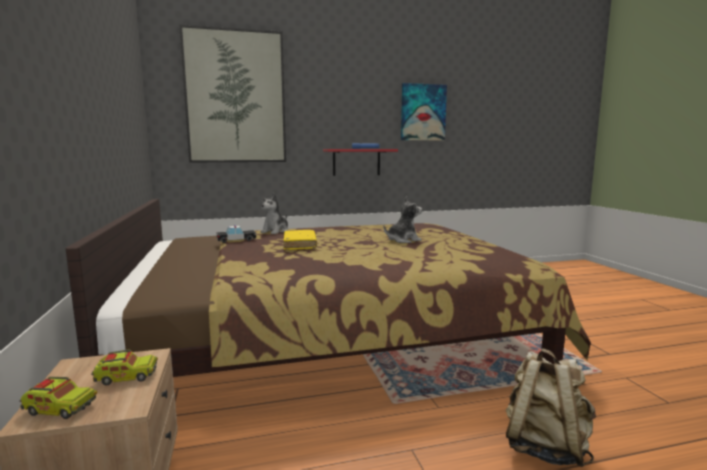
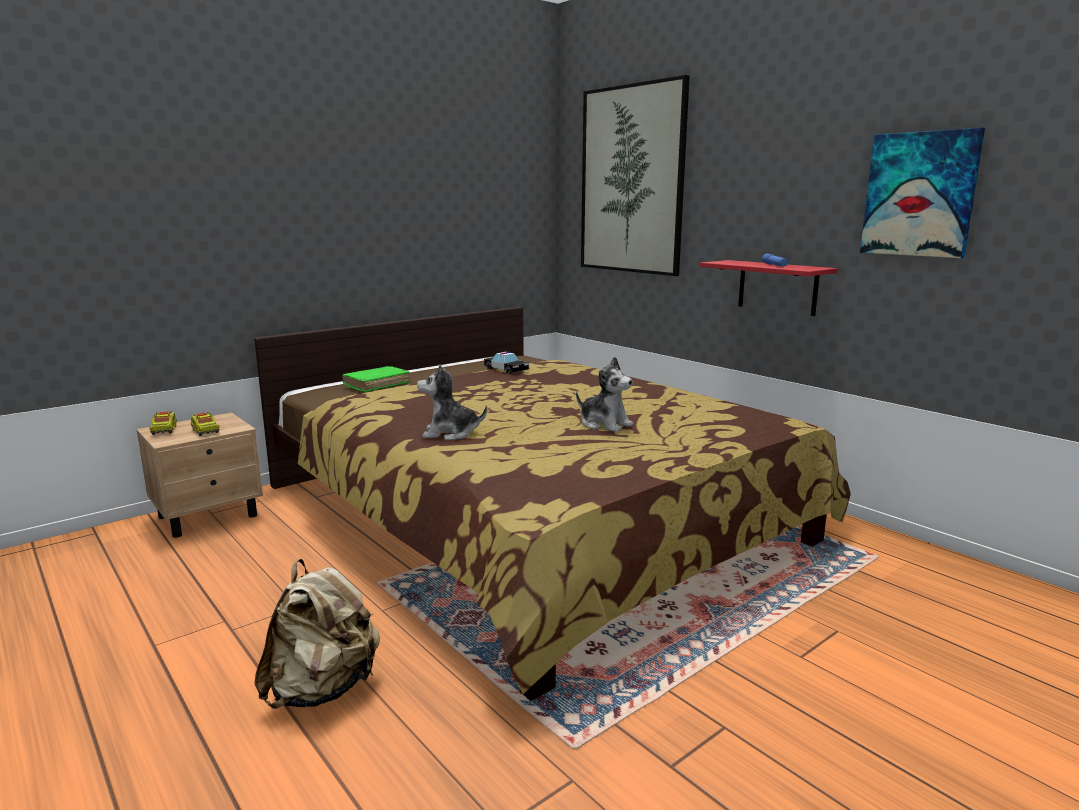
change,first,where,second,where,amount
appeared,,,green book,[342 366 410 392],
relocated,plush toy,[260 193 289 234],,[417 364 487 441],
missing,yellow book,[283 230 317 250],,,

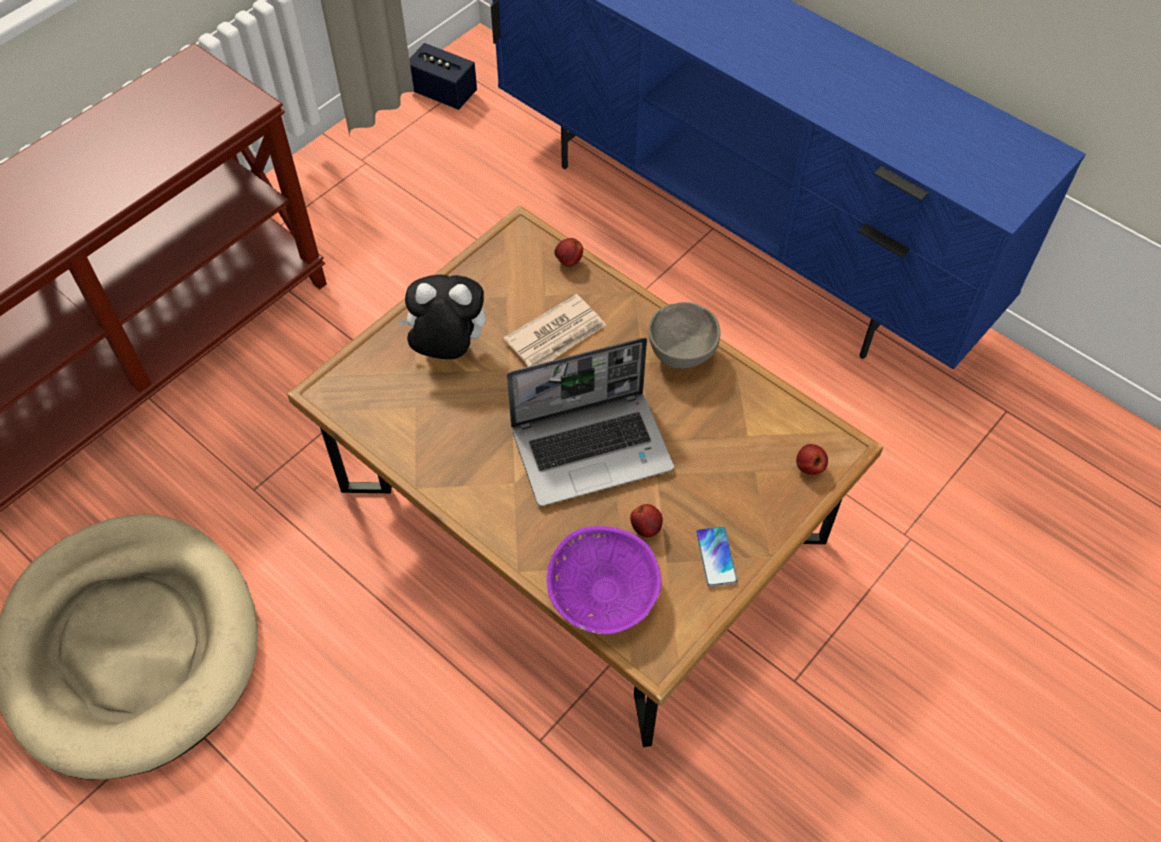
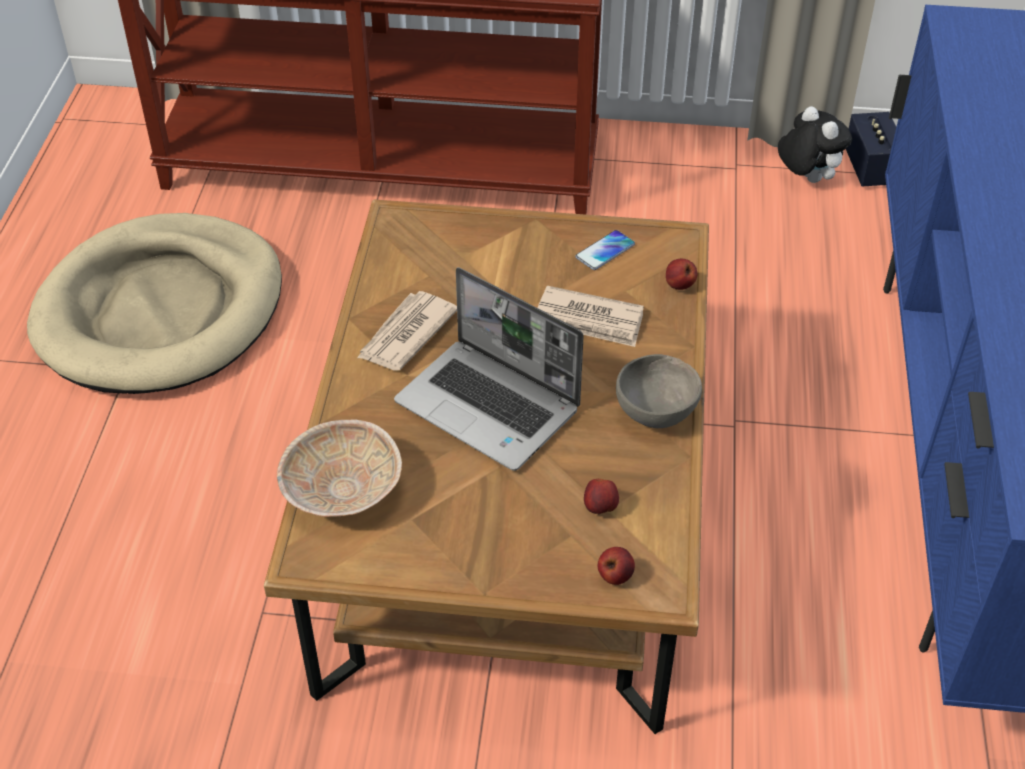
change,first,where,second,where,amount
colour,purple bowl,[547 526 661 634],beige bowl,[277 420 402 517],
appeared,,,newspaper,[357 291 457 370],
relocated,phone,[696 526 737 587],,[575 230 635 270],
relocated,apple,[630 504 663 537],,[584 479 619 514],
relocated,plush toy,[398 274 486 359],,[778 106 852 183],

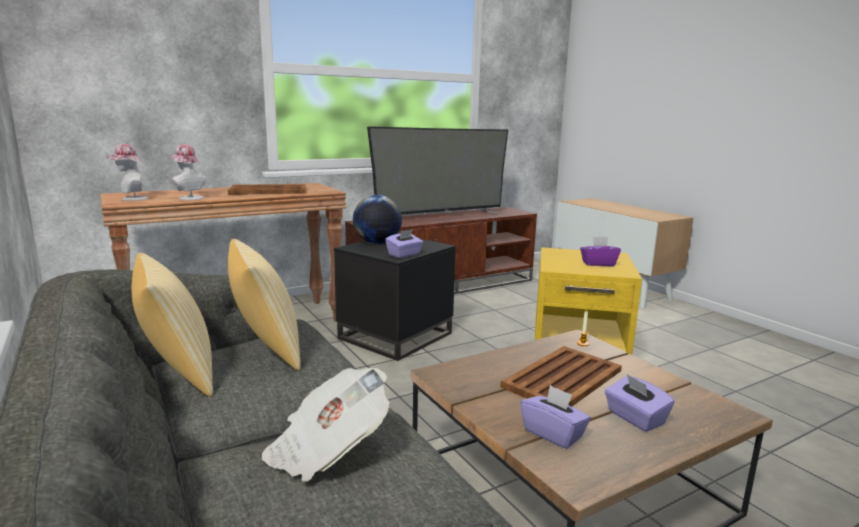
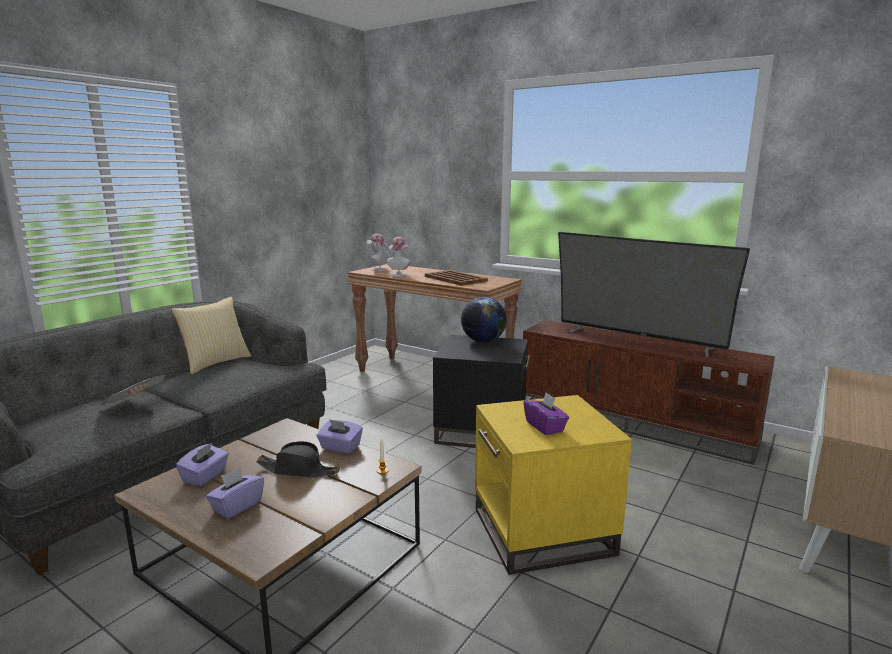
change,first,where,second,where,amount
exchanged,brown tray,[501 346 622 406],black hat,[256 441 340 478],
relocated,purple tissue box,[385 229 423 258],,[317 419 363 454],
missing,pillow,[228 239 301 371],,,

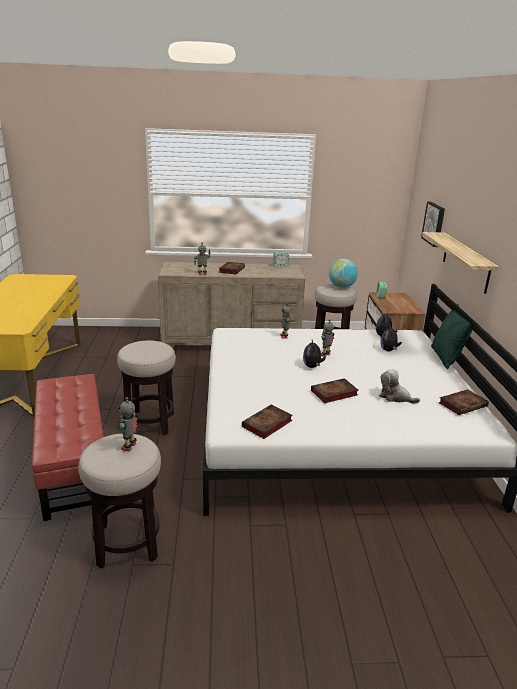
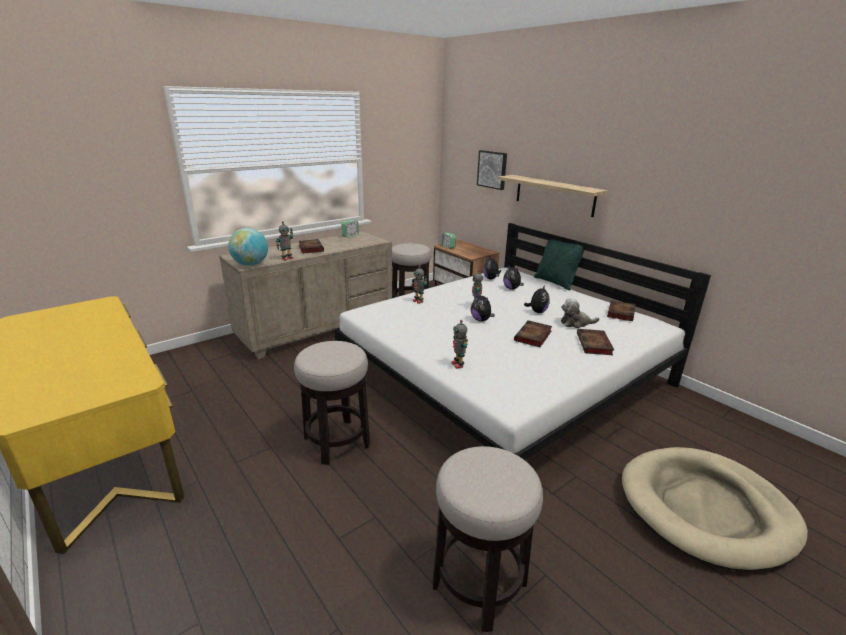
change,first,where,second,where,amount
relocated,globe,[329 259 358 288],,[228 228 268 266],
relocated,toy robot,[118 397 138 451],,[451 320 468 369],
appeared,,,plush toy,[524 285 549 313],
relocated,book,[242 405 293 439],,[577 329 614 355],
appeared,,,beige dog bed,[622 447 808 571],
missing,red ottoman,[32 374 109 521],,,

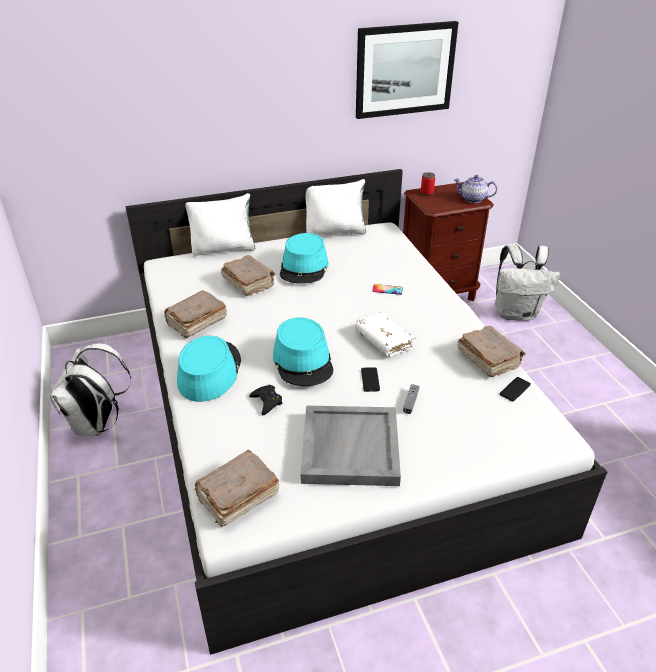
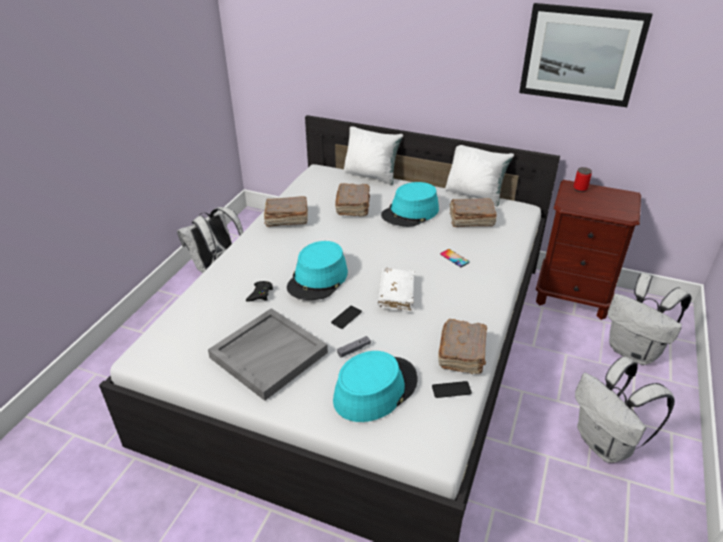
change,first,where,second,where,amount
relocated,turquoise hat,[177 336 241 402],,[333 351 417 422],
relocated,brown book,[194 450 279 527],,[449 198 497 227],
appeared,,,white backpack,[575 357 675 463],
missing,teapot,[454 175 497 203],,,

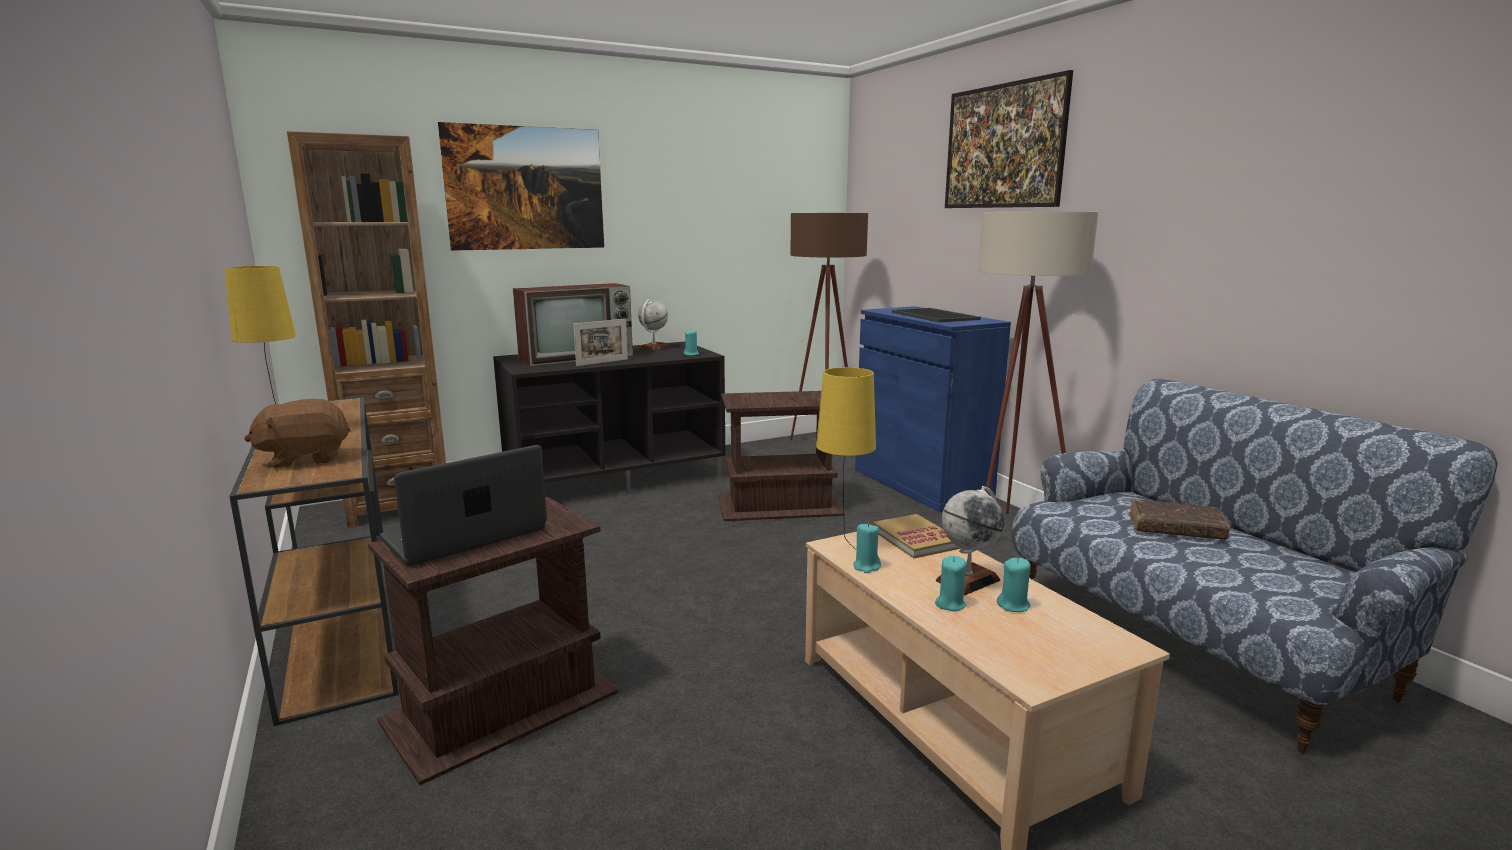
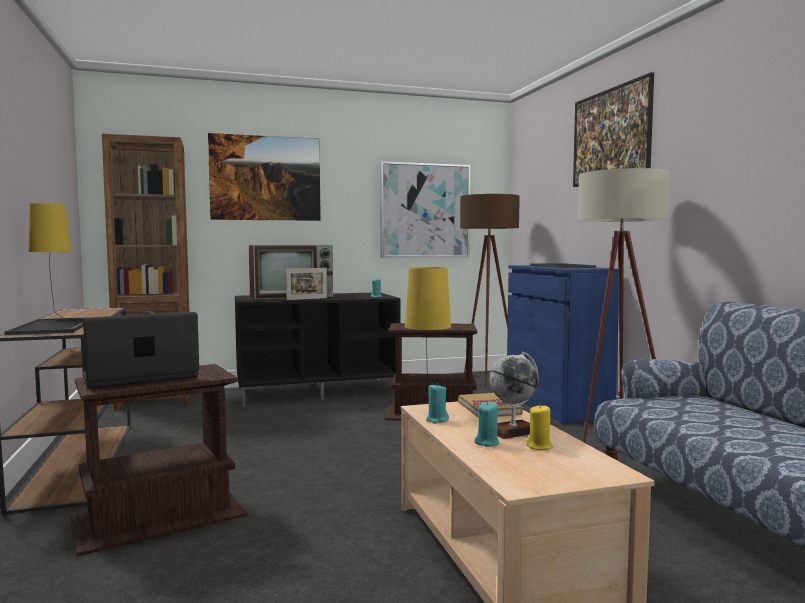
change,first,where,second,where,amount
exchanged,brown plush toy,[244 399 351 469],tray,[5 317 90 335],
appeared,,,picture,[380 161 470 258],
colour,turquoise candle,[997 558 1031 612],yellow candle,[526 404 553 450],
missing,globe,[638 299 669 351],,,
missing,brown book,[1129 499 1230 540],,,

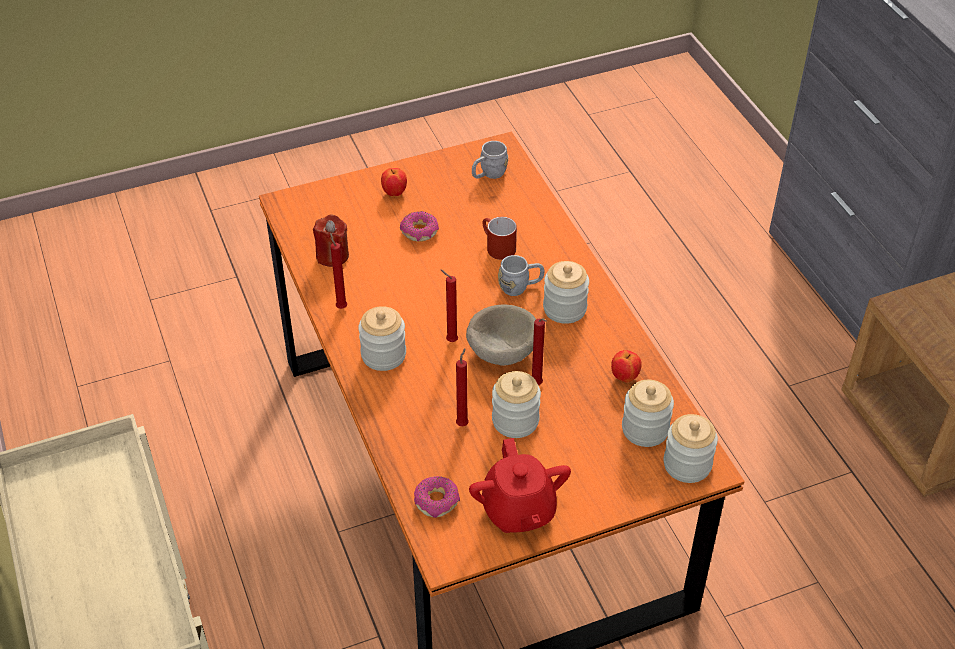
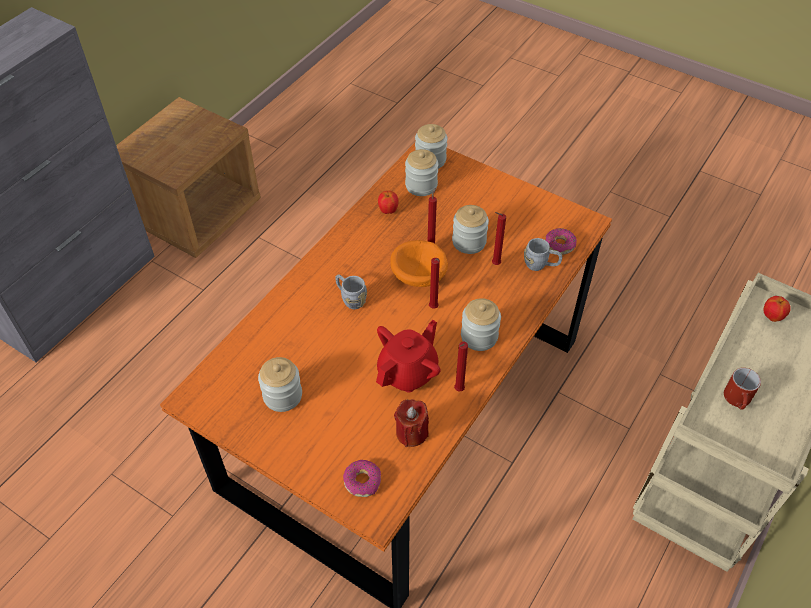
change,first,where,second,where,amount
relocated,jar,[543 261 589 324],,[258 357 302 412],
relocated,donut,[400 211 439 242],,[343 460 381 497],
relocated,red teapot,[469 438 571 533],,[376 320 441 393],
colour,beige bowl,[466 305 536 366],orange bowl,[390 240 448 287],
relocated,grey mug,[472 141 508 179],,[524 238 562 271],
relocated,red mug,[482 217 517 260],,[724 368 761 410],
relocated,apple,[381 168 407 196],,[764 296 791 322],

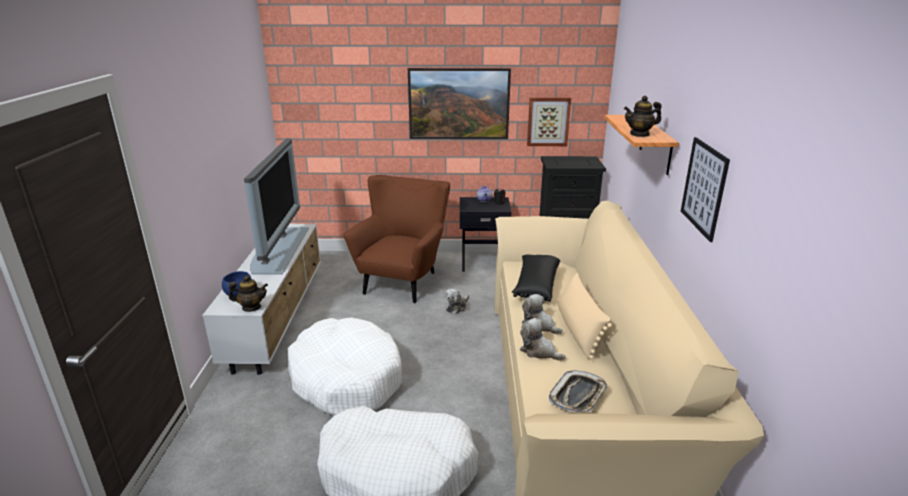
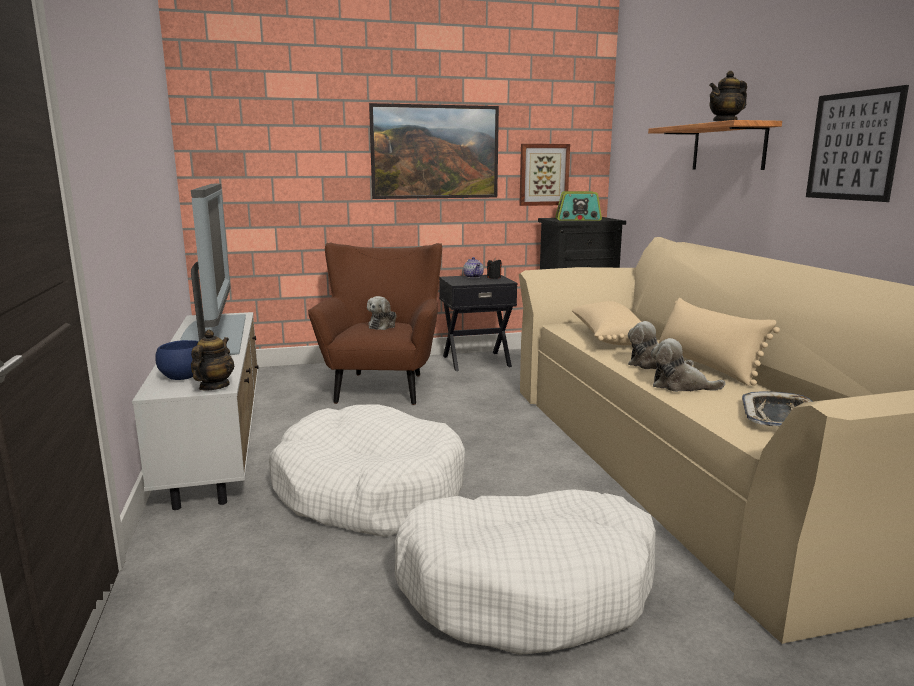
change,first,where,second,where,amount
spun,teapot,[229 276 268 312],,[191 330 234 391],60 degrees counterclockwise
relocated,plush toy,[445 289 469 314],,[367 296 396 330],
appeared,,,radio,[555 191 602 221],
colour,black pillow,[511 255 560 302],beige pillow,[571 301 641 345],

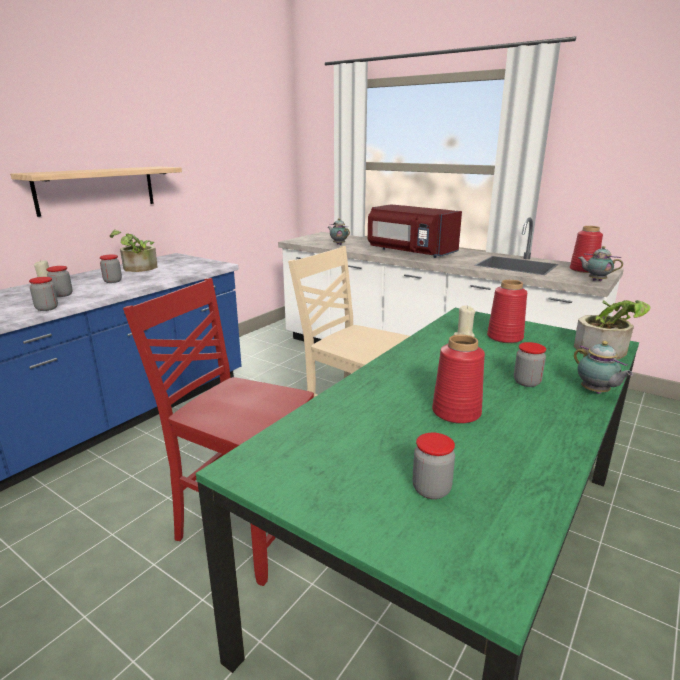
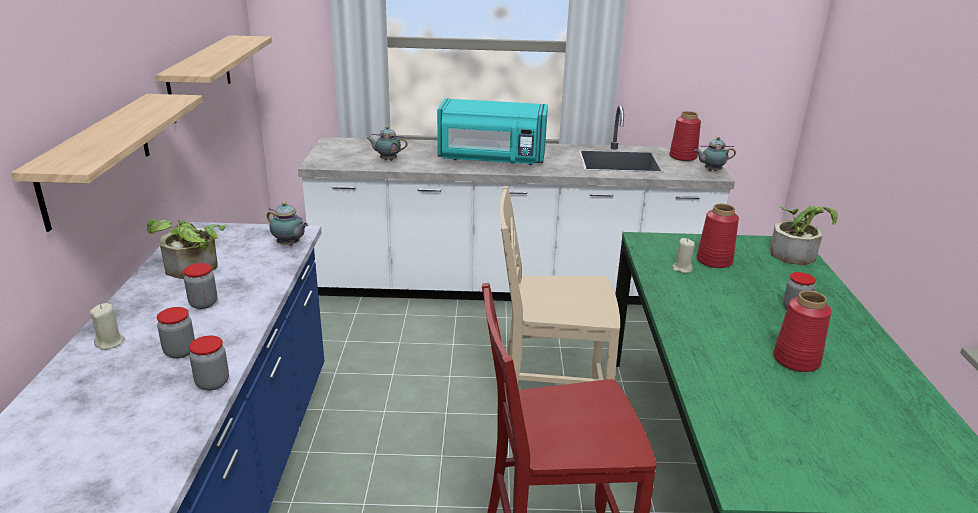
change,first,where,second,where,amount
appeared,,,shelf,[156 35 272 123],
relocated,teapot,[574 341 633 394],,[267 202 308 246],
colour,red microwave,[368 204 462 258],turquoise microwave,[437 98 548 165],
missing,jar,[412 433 455 499],,,

